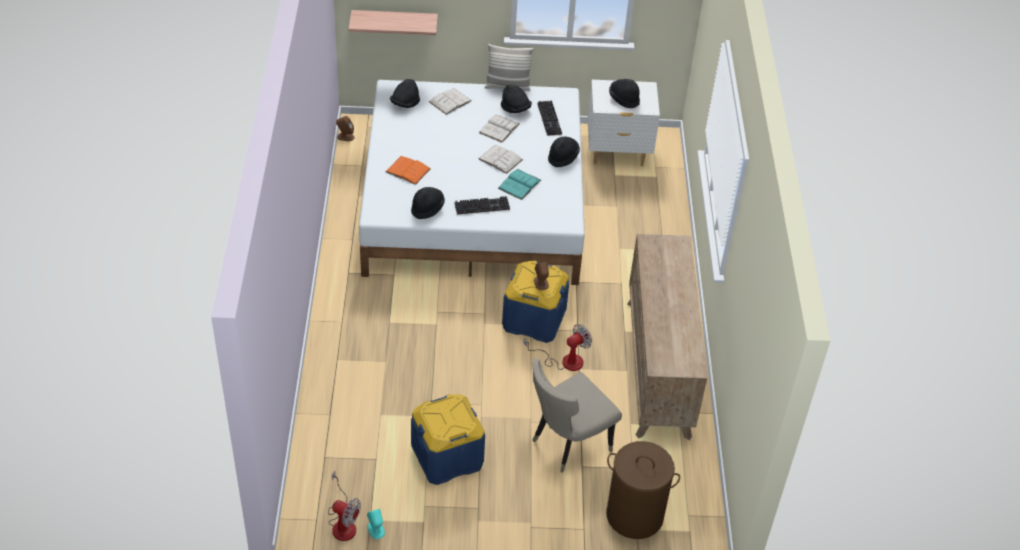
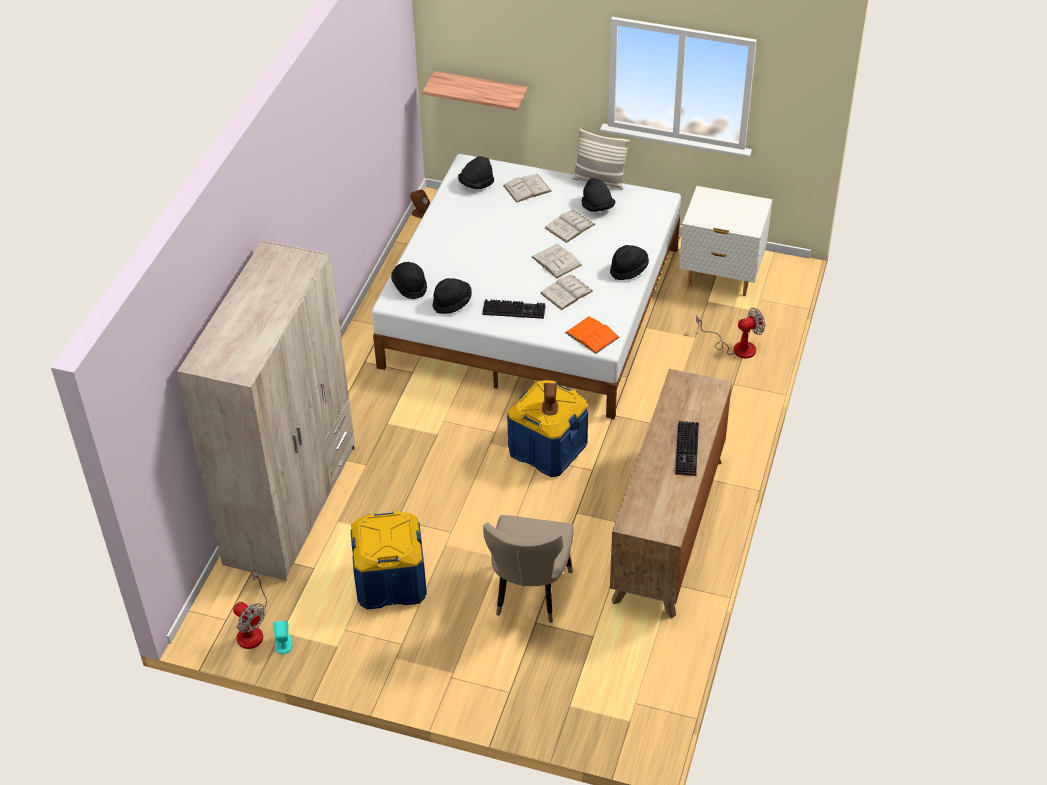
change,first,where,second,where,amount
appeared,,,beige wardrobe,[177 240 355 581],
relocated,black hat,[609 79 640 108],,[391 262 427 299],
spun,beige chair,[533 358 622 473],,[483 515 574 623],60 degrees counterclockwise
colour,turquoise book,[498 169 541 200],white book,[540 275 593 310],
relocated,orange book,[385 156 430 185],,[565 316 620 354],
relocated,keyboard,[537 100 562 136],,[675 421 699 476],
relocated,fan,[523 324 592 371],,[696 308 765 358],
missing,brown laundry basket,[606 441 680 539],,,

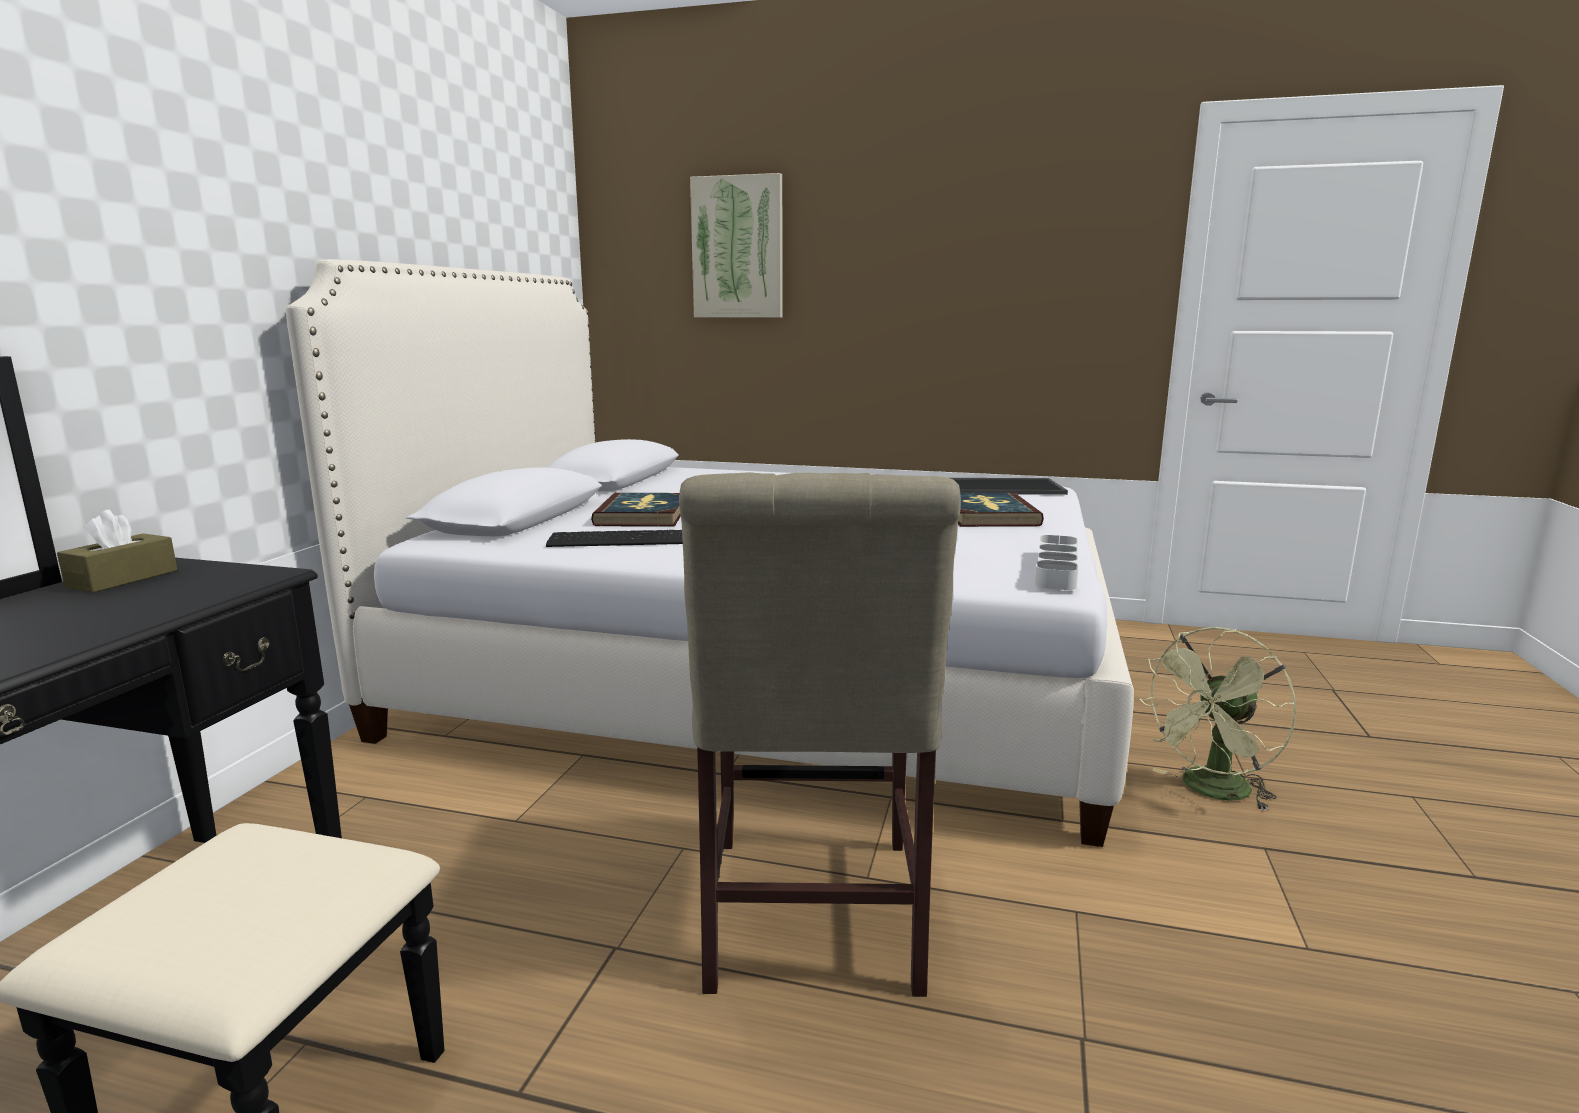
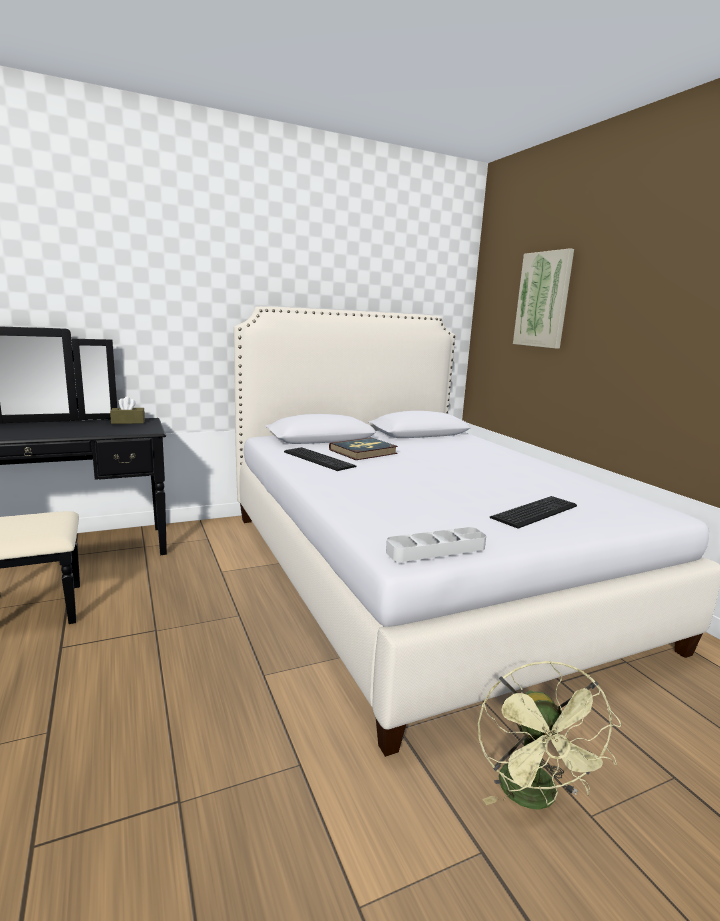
change,first,where,second,where,amount
spun,green fan,[1139 627 1297 811],,[478 661 622 810],105 degrees counterclockwise
exchanged,book,[958 493 1044 527],keyboard,[490 496 577 529],
missing,beige chair,[679 472 961 997],,,
missing,tray,[950 478 1068 495],,,

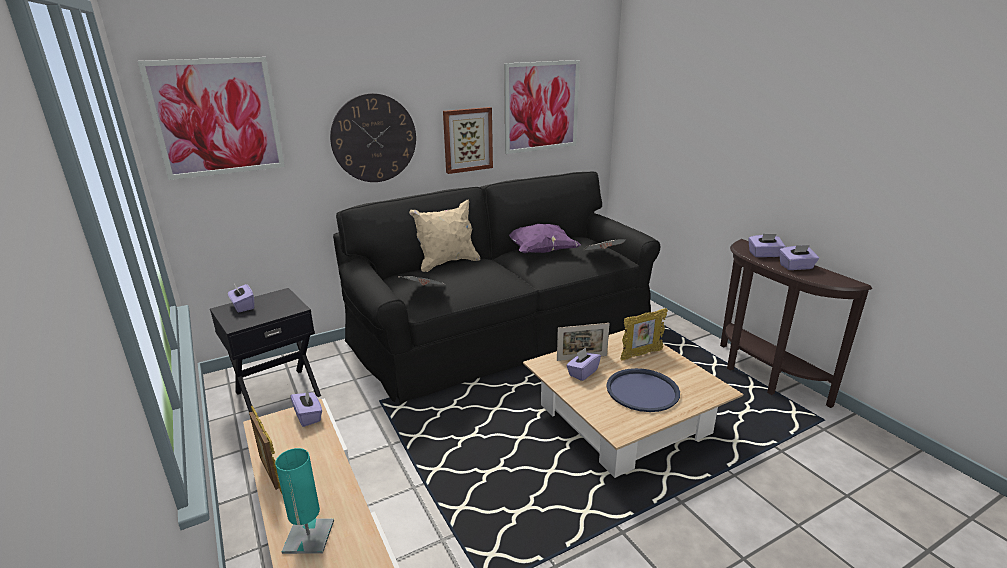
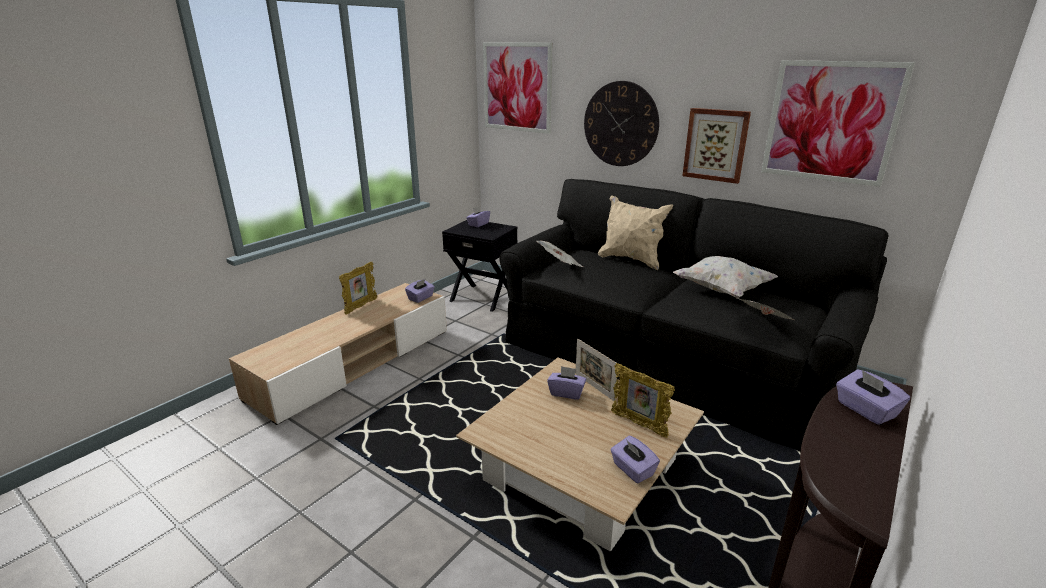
change,first,where,second,where,amount
relocated,purple tissue box,[779 245 819 270],,[611 436 660 483],
colour,purple pillow,[509 224 581 253],white pillow,[673 256 778 298],
missing,turquoise table lamp,[275 448 334 554],,,
missing,blue tray,[606 368 680 412],,,

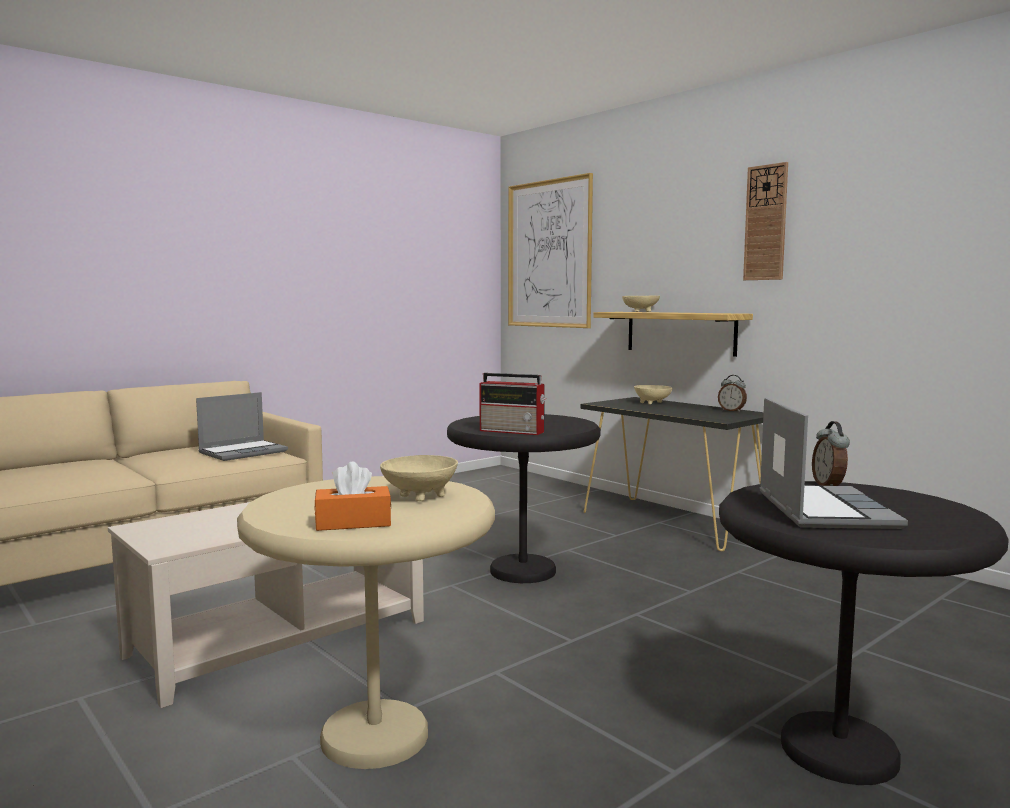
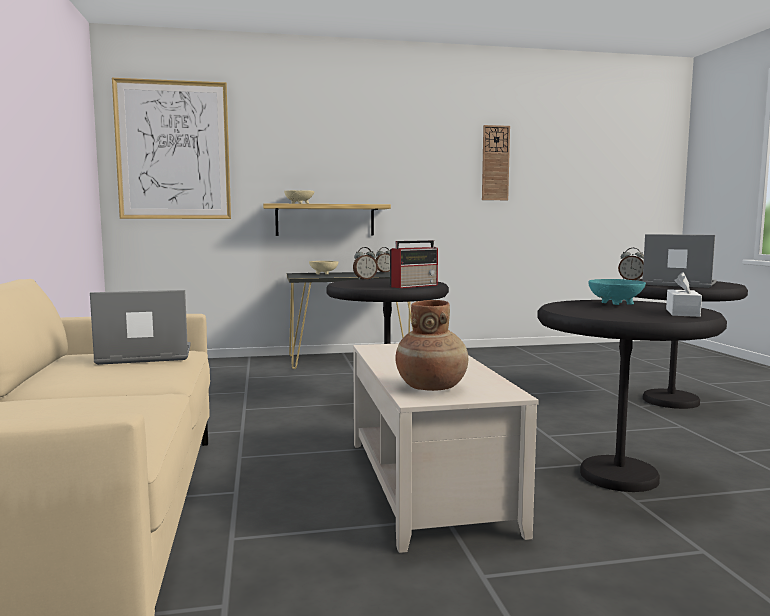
change,first,where,second,where,amount
spun,laptop,[196 392 288 461],,[90 290 191 365],90 degrees counterclockwise
appeared,,,alarm clock,[353 247 378 280],
appeared,,,brown vase,[395 300 468 391],
relocated,wall clock,[743 162 788 280],,[482 125 510 200],
colour,beige side table,[237 476 495 769],black side table,[537 300 727 492],
colour,beige bowl,[380 455 458 501],turquoise bowl,[589 279 646 305],
colour,orange tissue box,[314 462 391 531],white tissue box,[666 272 702 317],

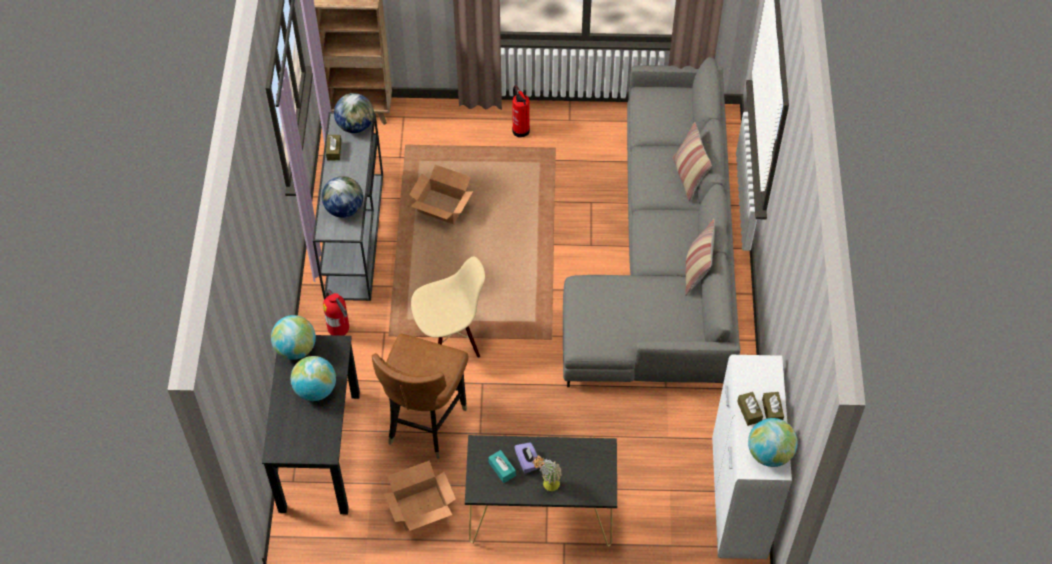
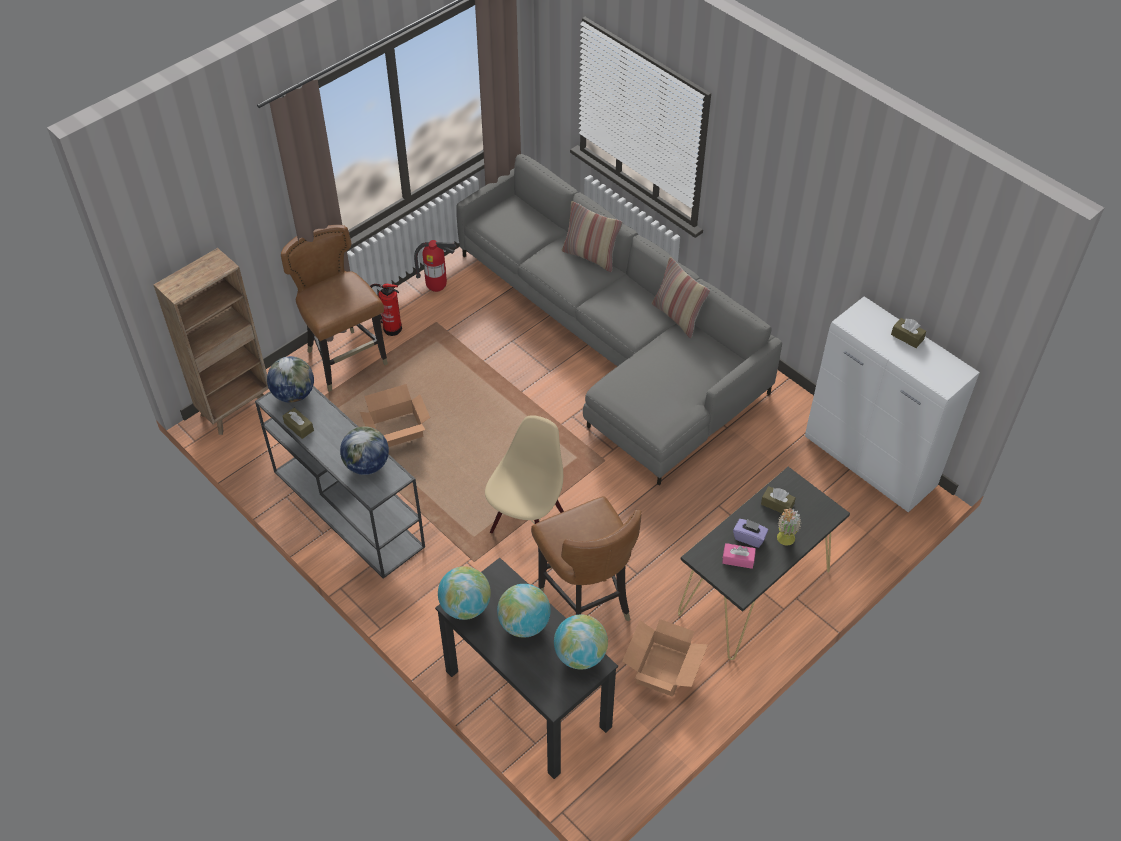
change,first,where,second,where,amount
appeared,,,brown chair,[281 225 388 392],
relocated,fire extinguisher,[323 289 349 336],,[414 240 457 292],
relocated,globe,[748 418 797 467],,[554 614 608 669],
colour,turquoise tissue box,[488 450 516 483],pink tissue box,[722 543 756 569],
relocated,brown tissue box,[737 392 763 426],,[761 486 796 513],

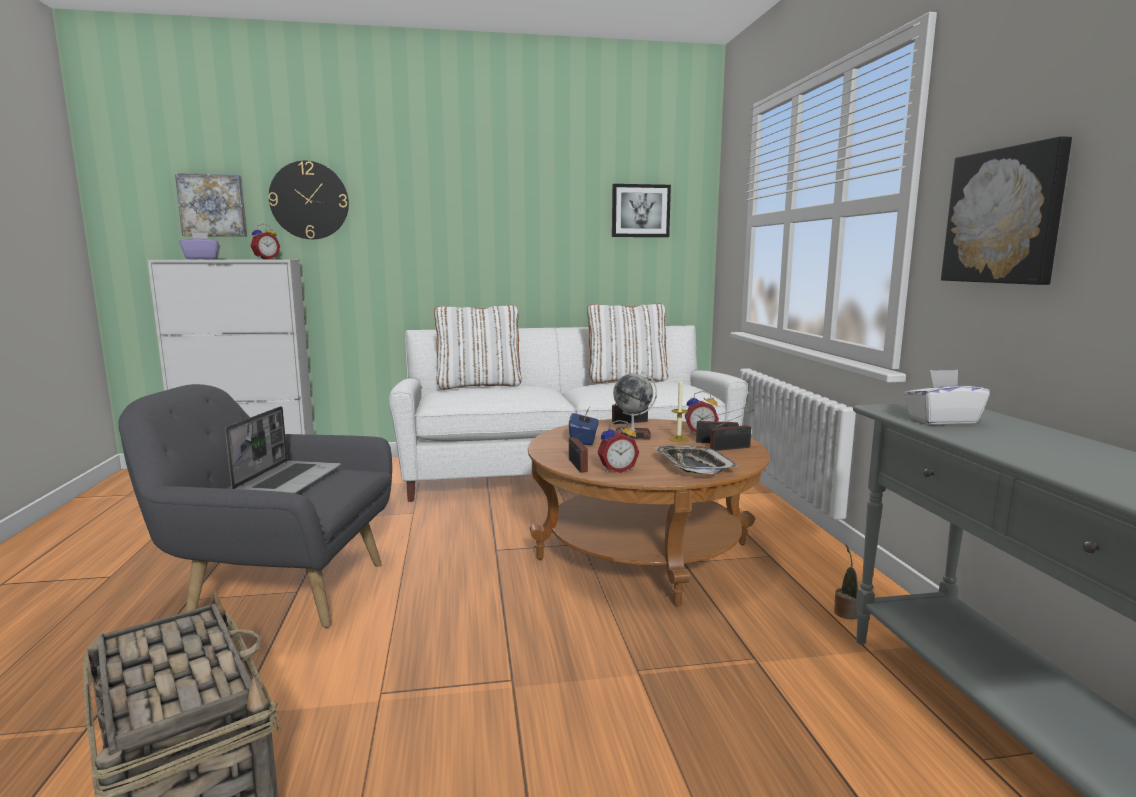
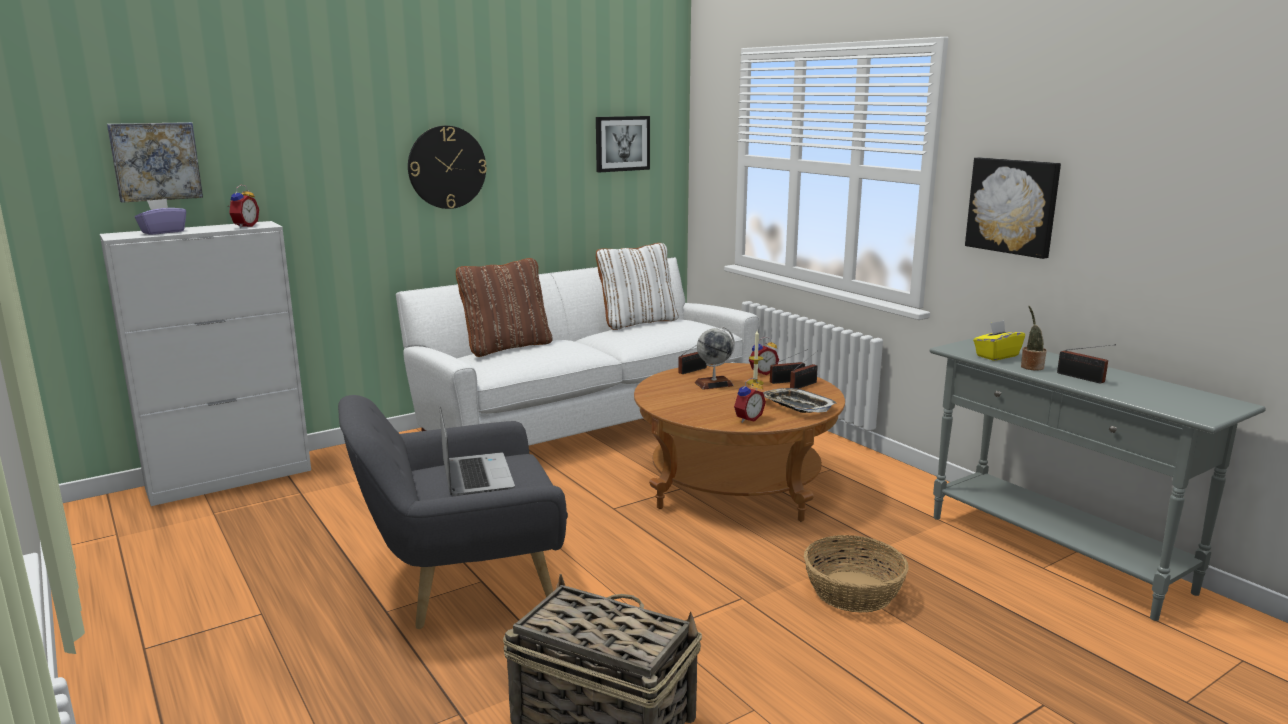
change,first,where,second,where,amount
relocated,wall clock,[268 161 349 239],,[408 126 487 209],
colour,white pillow,[434 305 522 389],brown pillow,[456 258 553 357],
appeared,,,basket,[804 535 909 613],
colour,white tissue box,[904 369 990 425],yellow tissue box,[973 320 1025 361],
relocated,potted plant,[834 544 858 619],,[1021 306 1047 370],
relocated,radio,[569 433 588 473],,[1057 344 1116 384],
missing,blue tissue box,[569 407 599 445],,,

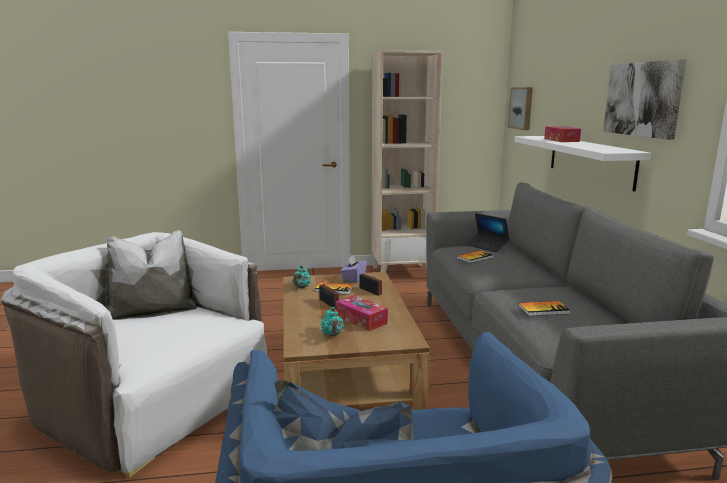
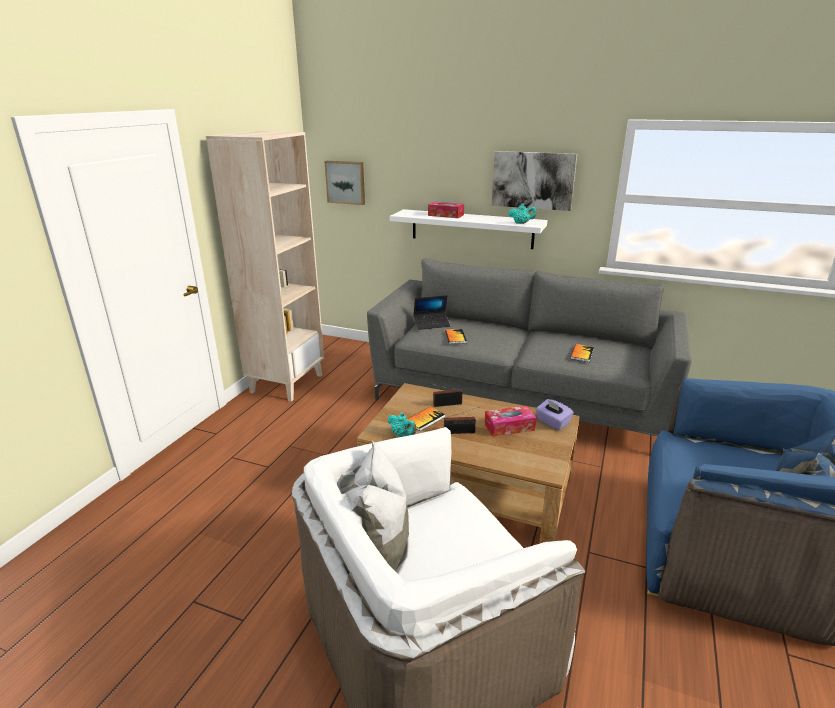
change,first,where,second,where,amount
relocated,turquoise teapot,[321 307 344 336],,[508 203 537 224],
relocated,purple tissue box,[340 255 367 283],,[535 399 574 430],

